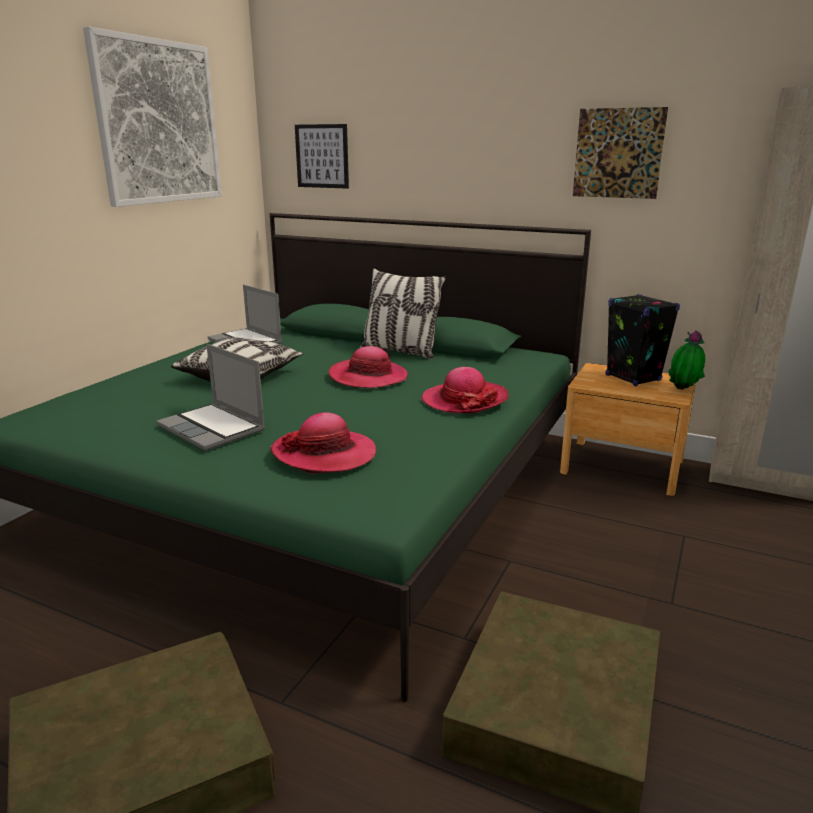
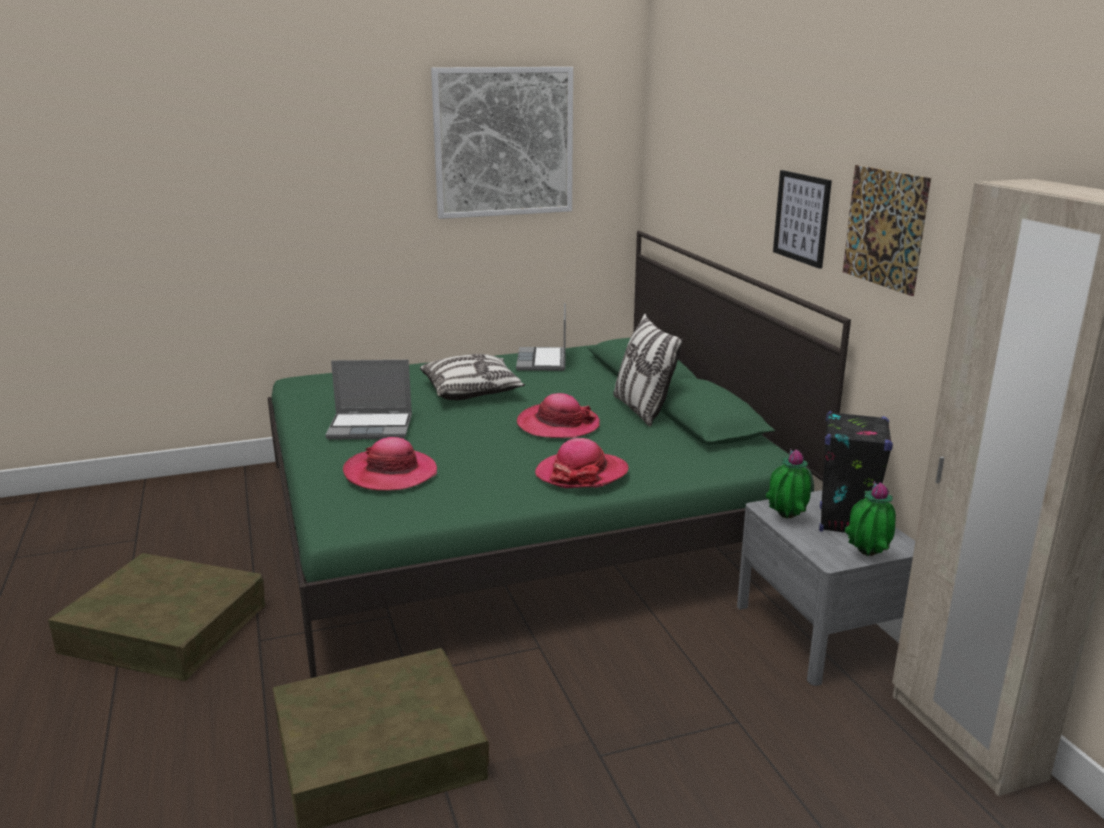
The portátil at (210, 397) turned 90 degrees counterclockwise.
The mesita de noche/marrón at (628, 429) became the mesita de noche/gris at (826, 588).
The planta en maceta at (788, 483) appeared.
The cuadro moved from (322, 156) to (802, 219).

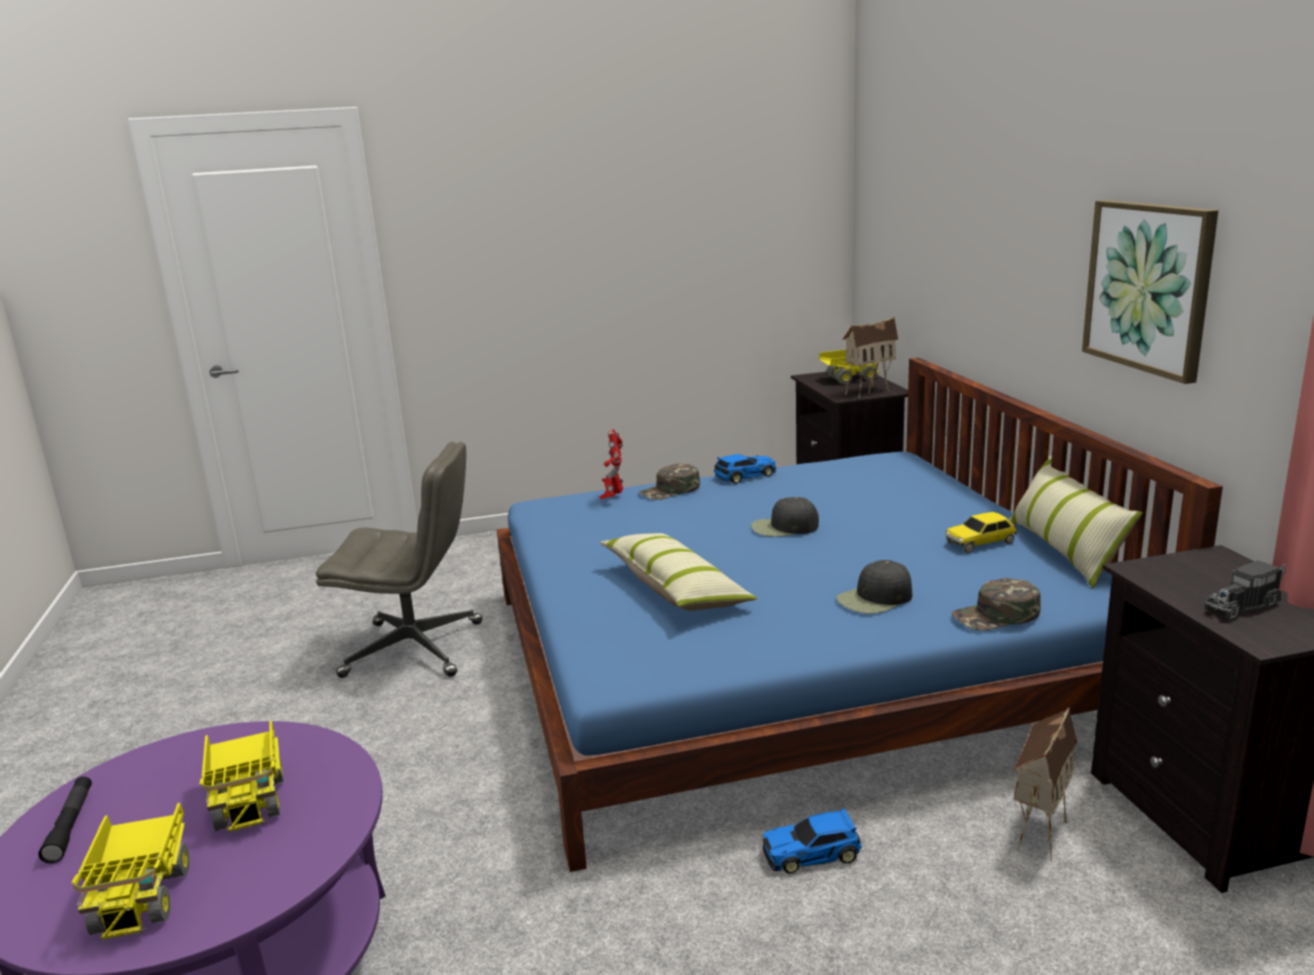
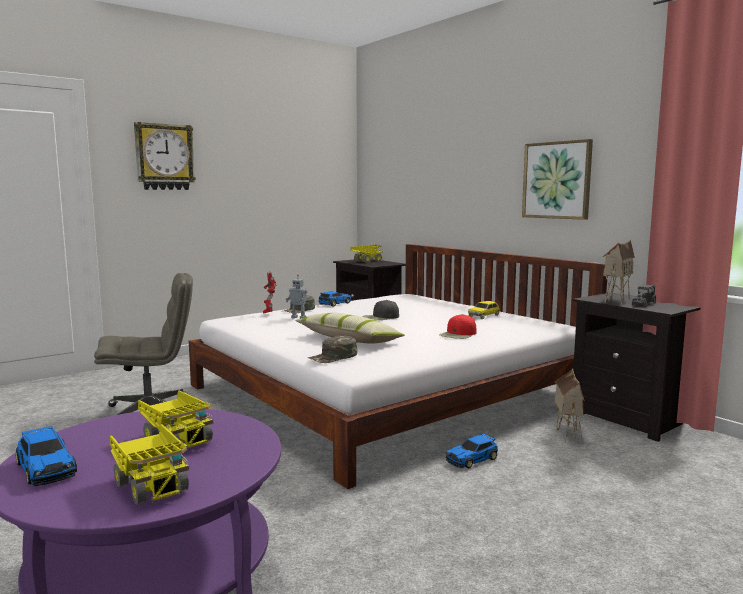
The linterna/negro at (65, 820) was replaced by the coche de juguete at (46, 456).
The reloj de pared at (165, 156) appeared.
The cama/azul at (860, 615) became the cama/blanco at (398, 366).
The robot de juguete at (296, 296) appeared.
The gorra/verde moved from (996, 604) to (332, 349).
The gorra/negro at (874, 587) became the gorra/rojo at (457, 326).
The casita moved from (870, 357) to (619, 272).
The cojín at (1076, 521) disappeared.

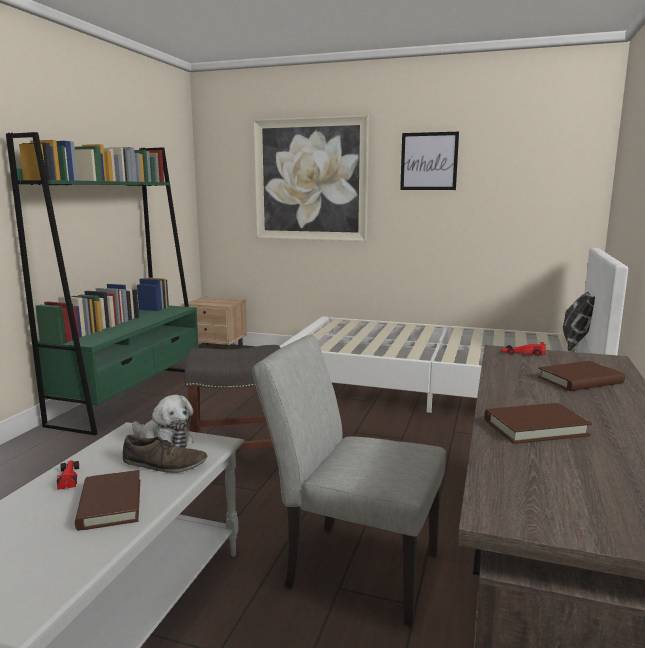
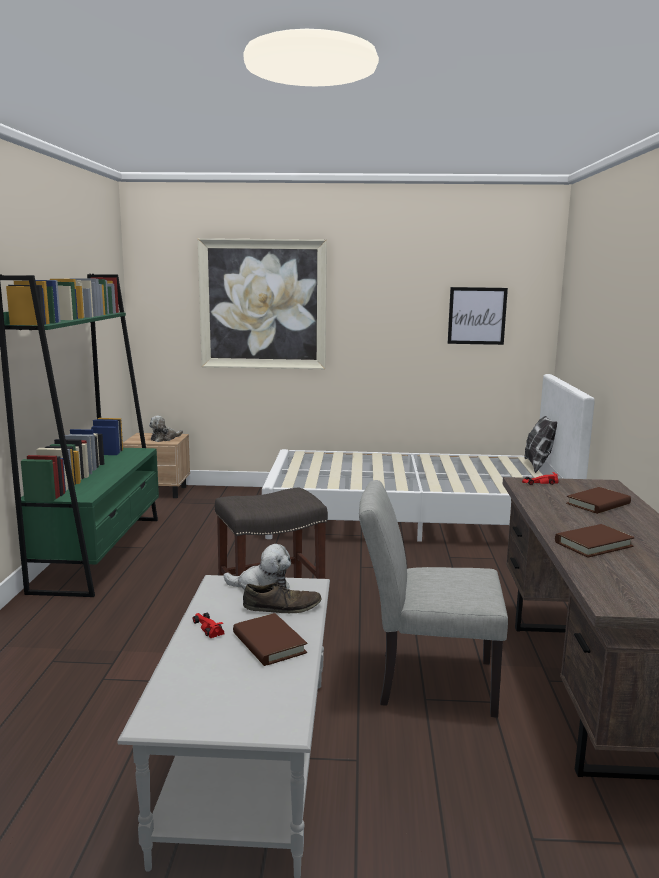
The peluche at (166, 429) appeared.
The cuadro moved from (429, 161) to (478, 316).

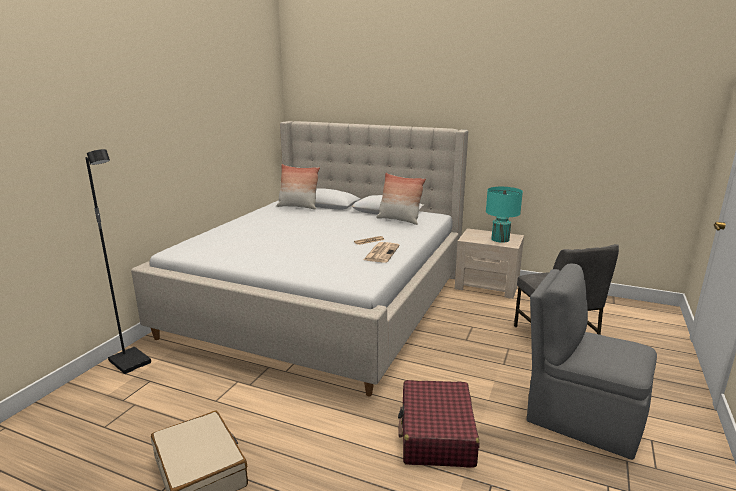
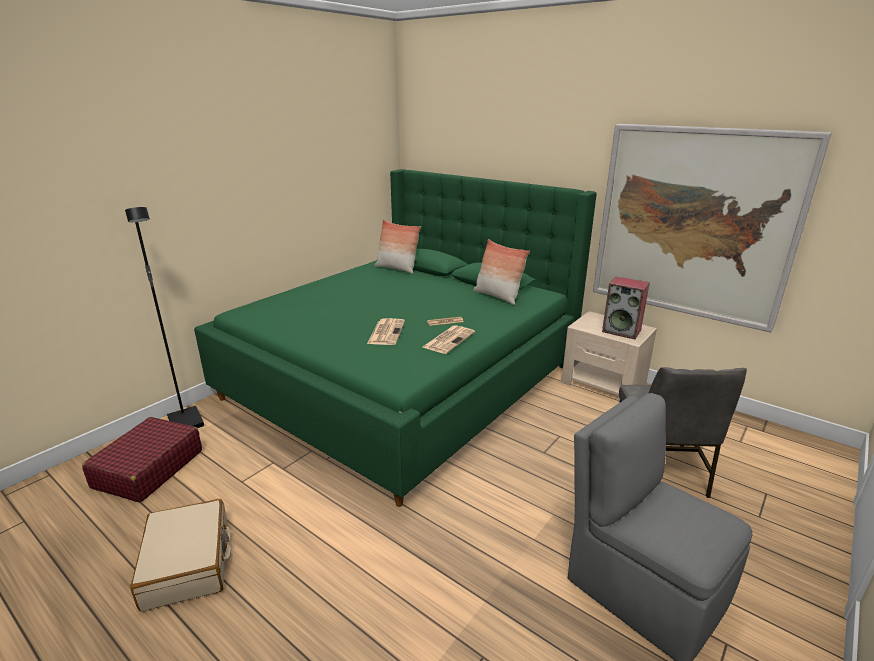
The maleta/rojo moved from (438, 424) to (142, 460).
The cama/beis at (299, 258) became the cama/verde at (395, 338).
The periódico at (386, 331) appeared.
The cuadro at (712, 228) appeared.
The lámpara de mesa/turquesa at (504, 215) was replaced by the altavoz at (626, 308).

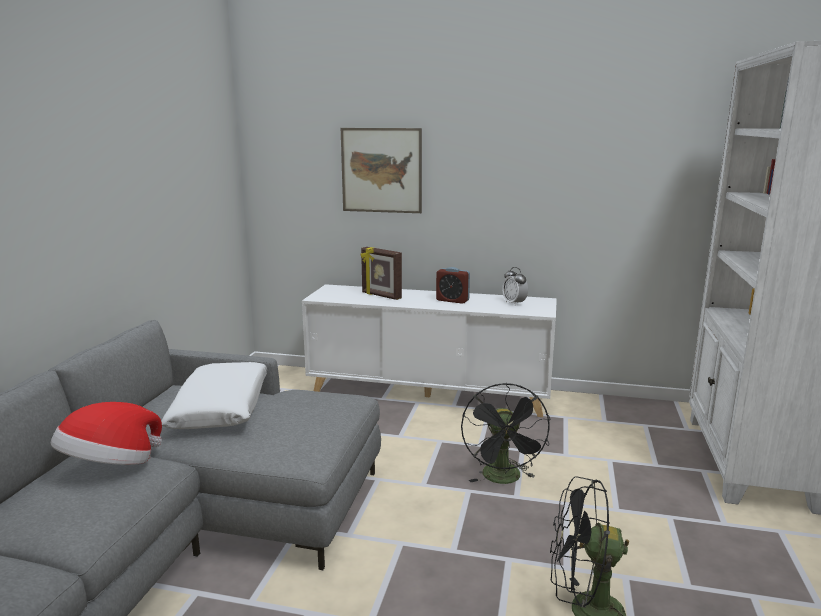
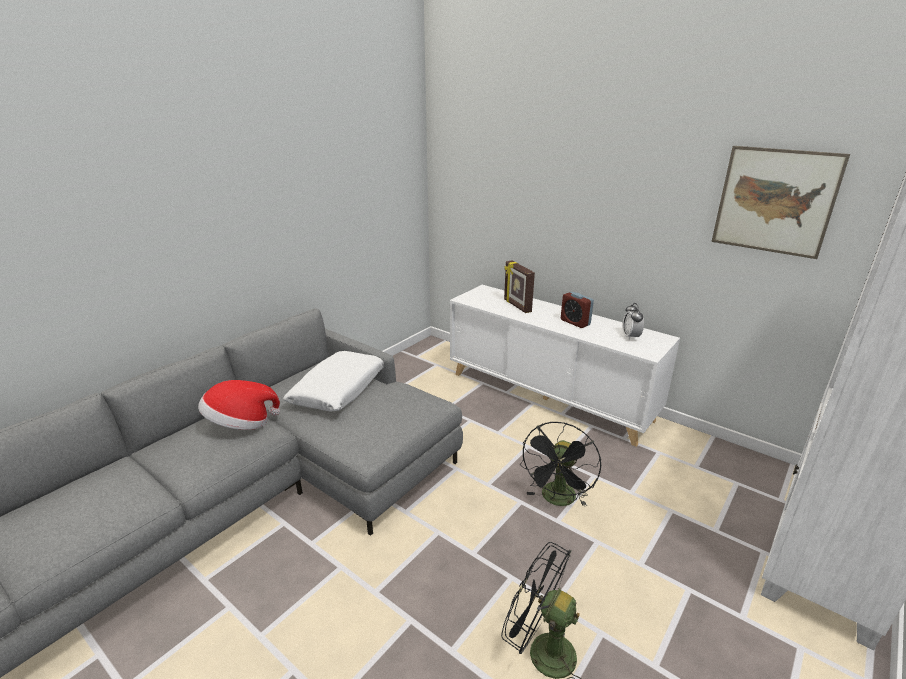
The cuadro moved from (381, 170) to (780, 202).

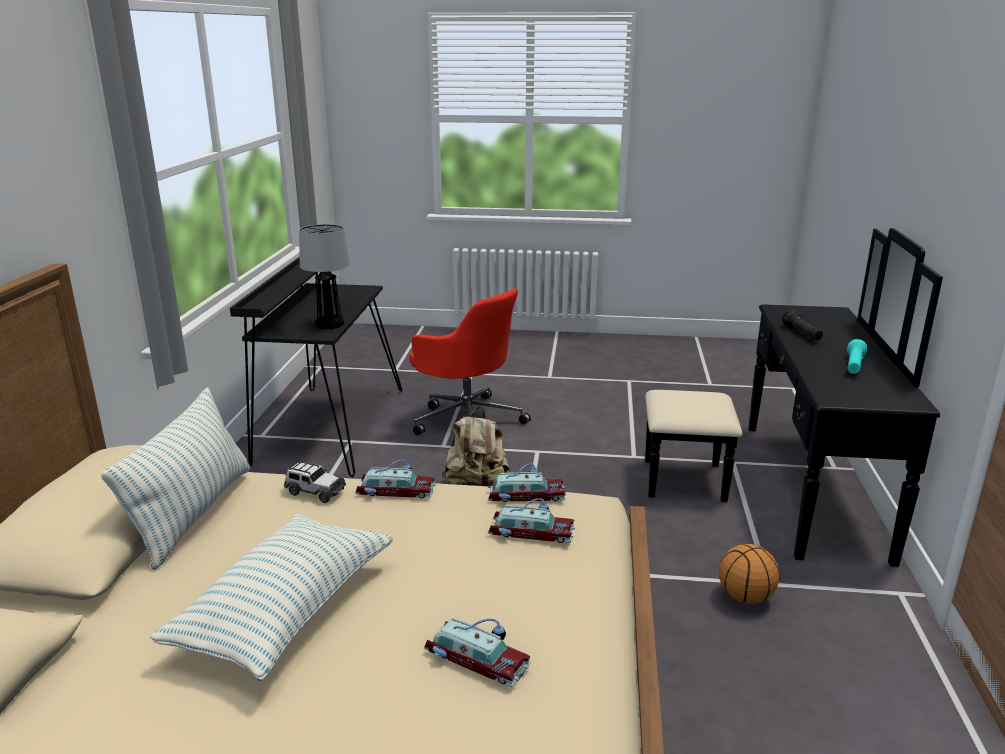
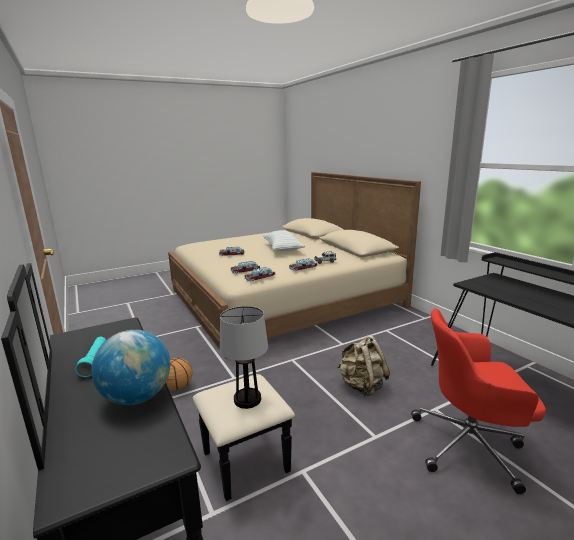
The linterna/negro at (802, 325) was replaced by the globo terráqueo at (130, 367).
The lámpara de mesa moved from (324, 276) to (244, 357).
The cojín at (175, 478) disappeared.

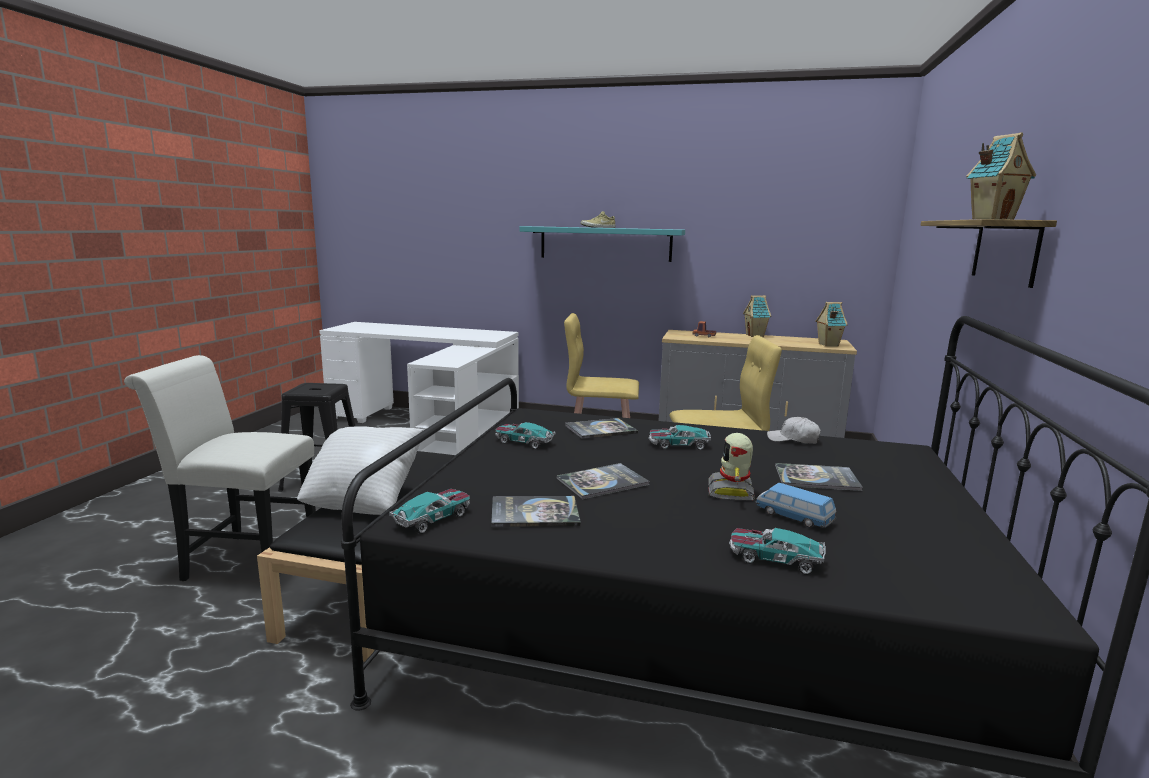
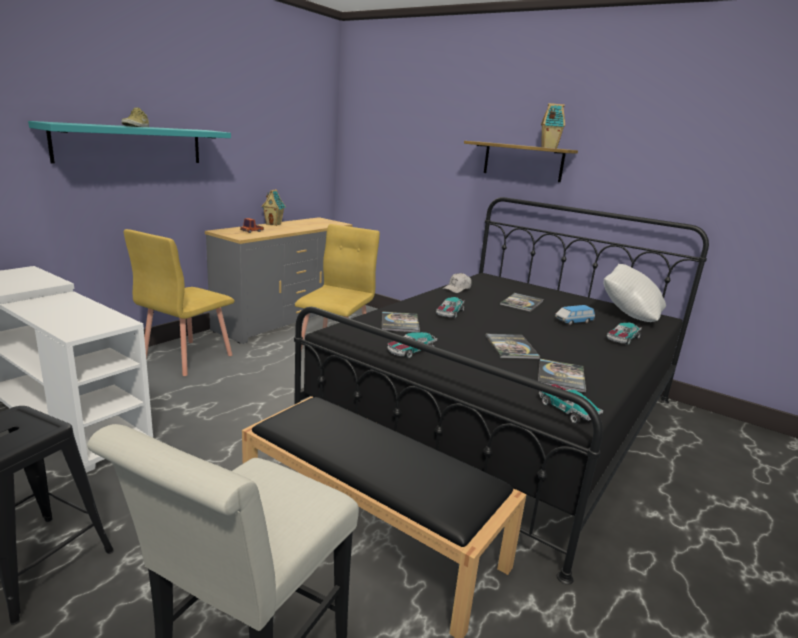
The cojín/blanco moved from (360, 470) to (634, 293).
The robot de juguete at (731, 467) disappeared.
The casita at (831, 324) disappeared.

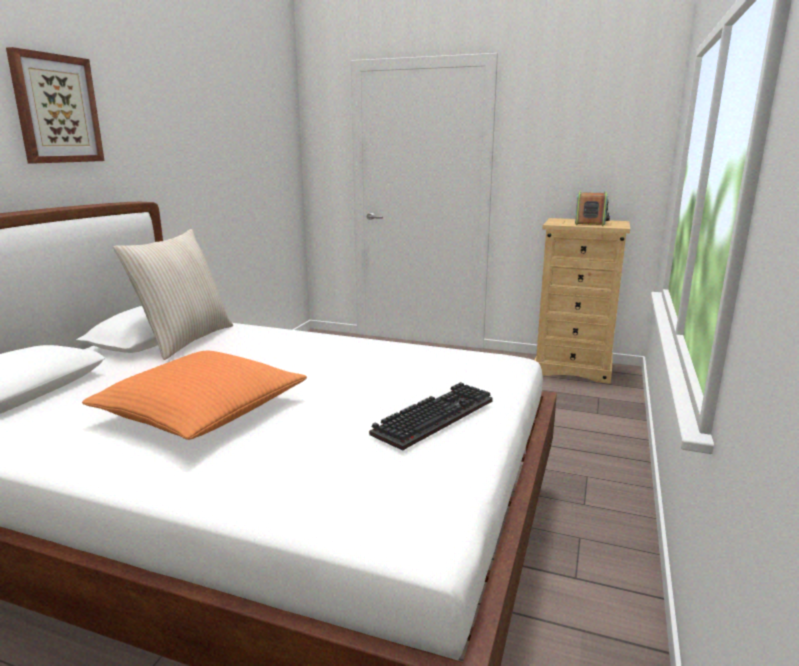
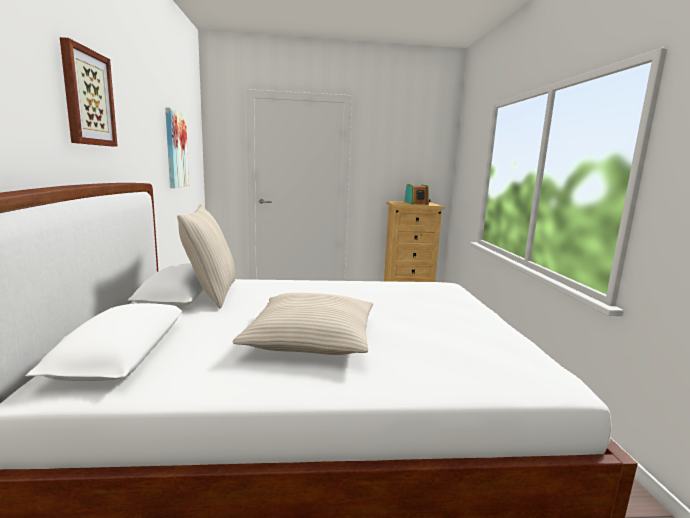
The cuadro at (177, 147) appeared.
The cojín/naranja at (194, 395) became the cojín/beis at (303, 324).
The teclado at (431, 416) disappeared.

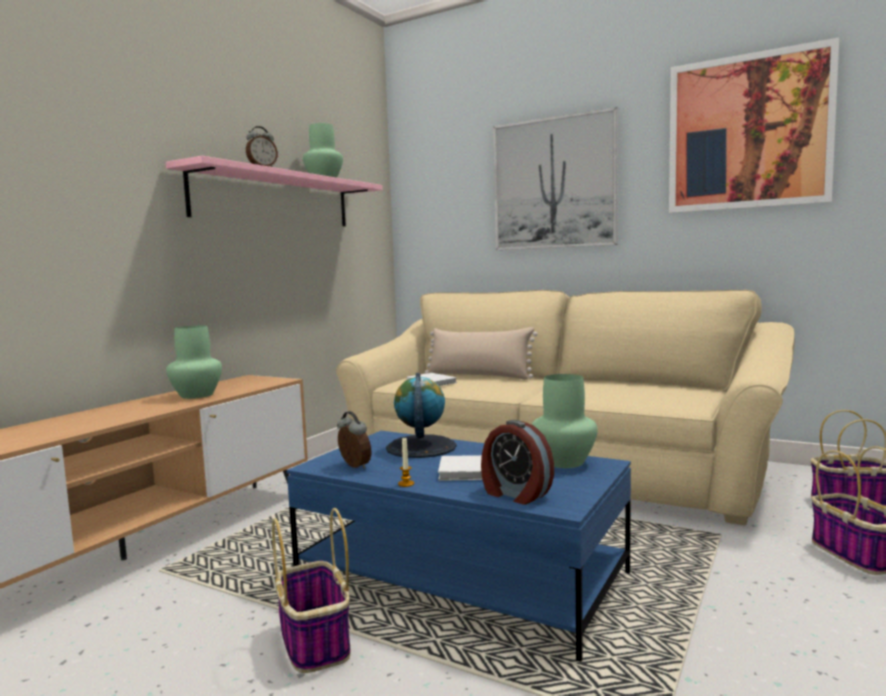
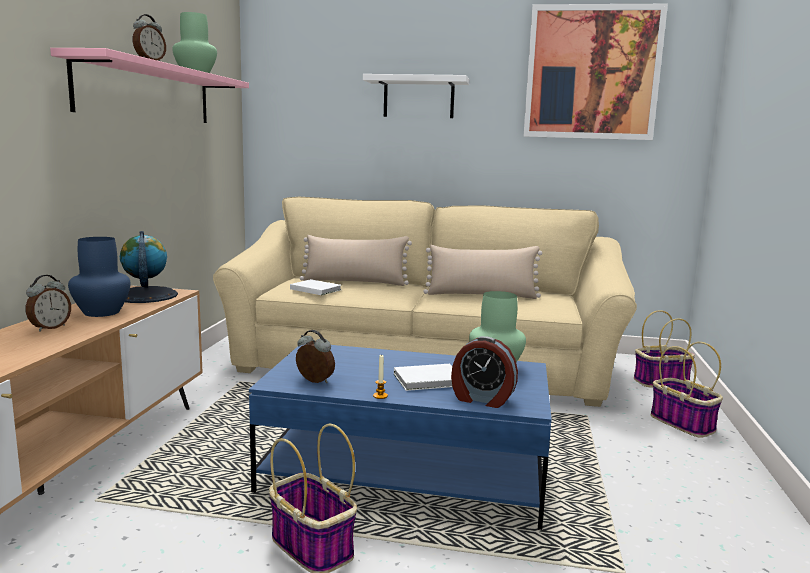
The despertador at (48, 303) appeared.
The florero/verde at (194, 362) became the florero/azul at (99, 277).
The globo terráqueo moved from (421, 415) to (149, 267).
The cuadro at (555, 178) was replaced by the estante/blanco at (416, 96).
The cojín/beis at (482, 272) appeared.

